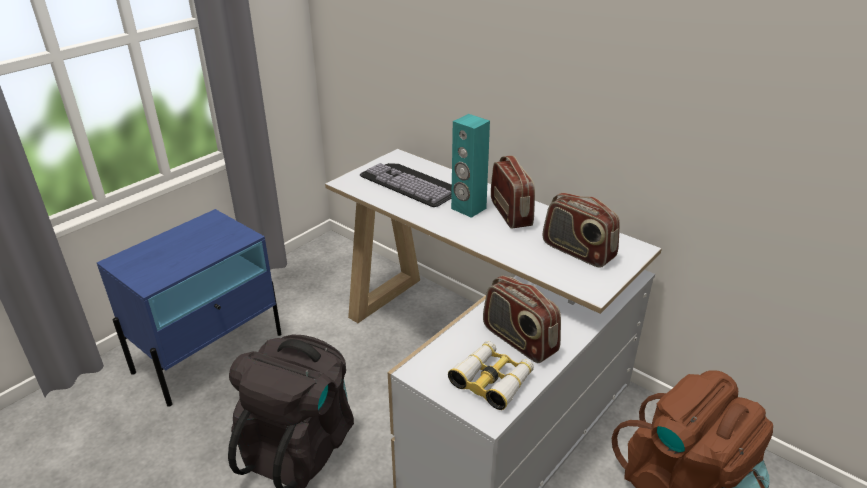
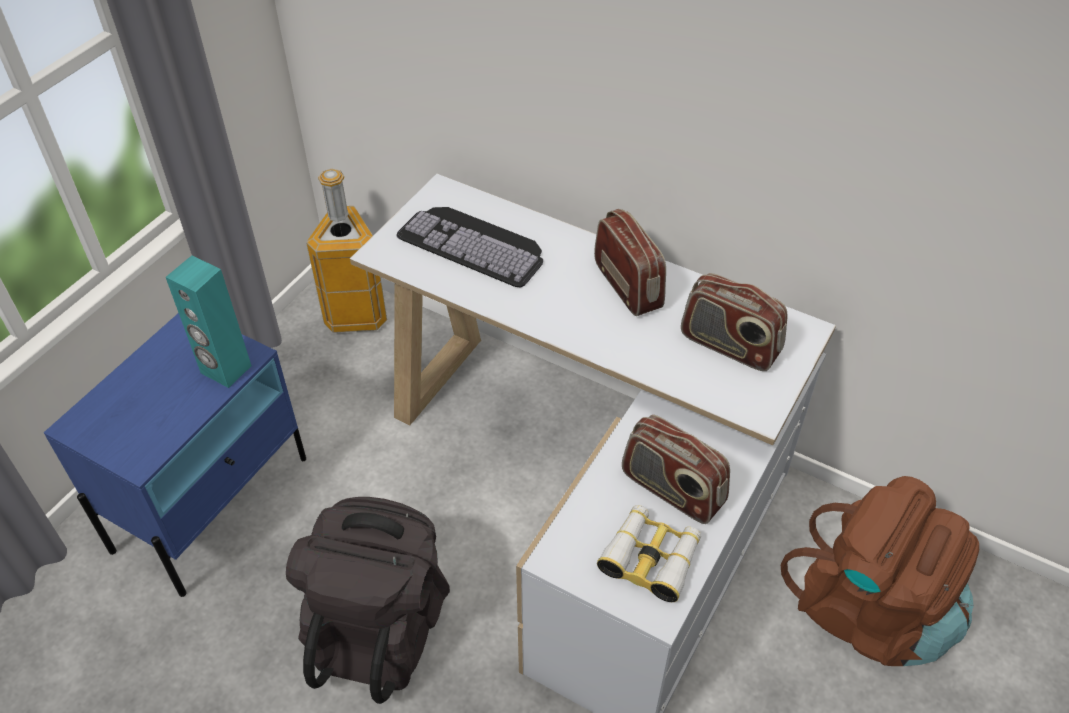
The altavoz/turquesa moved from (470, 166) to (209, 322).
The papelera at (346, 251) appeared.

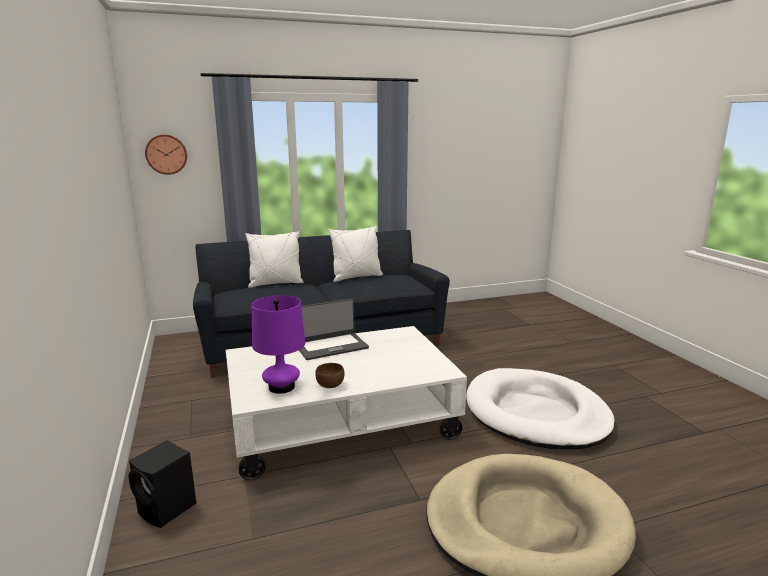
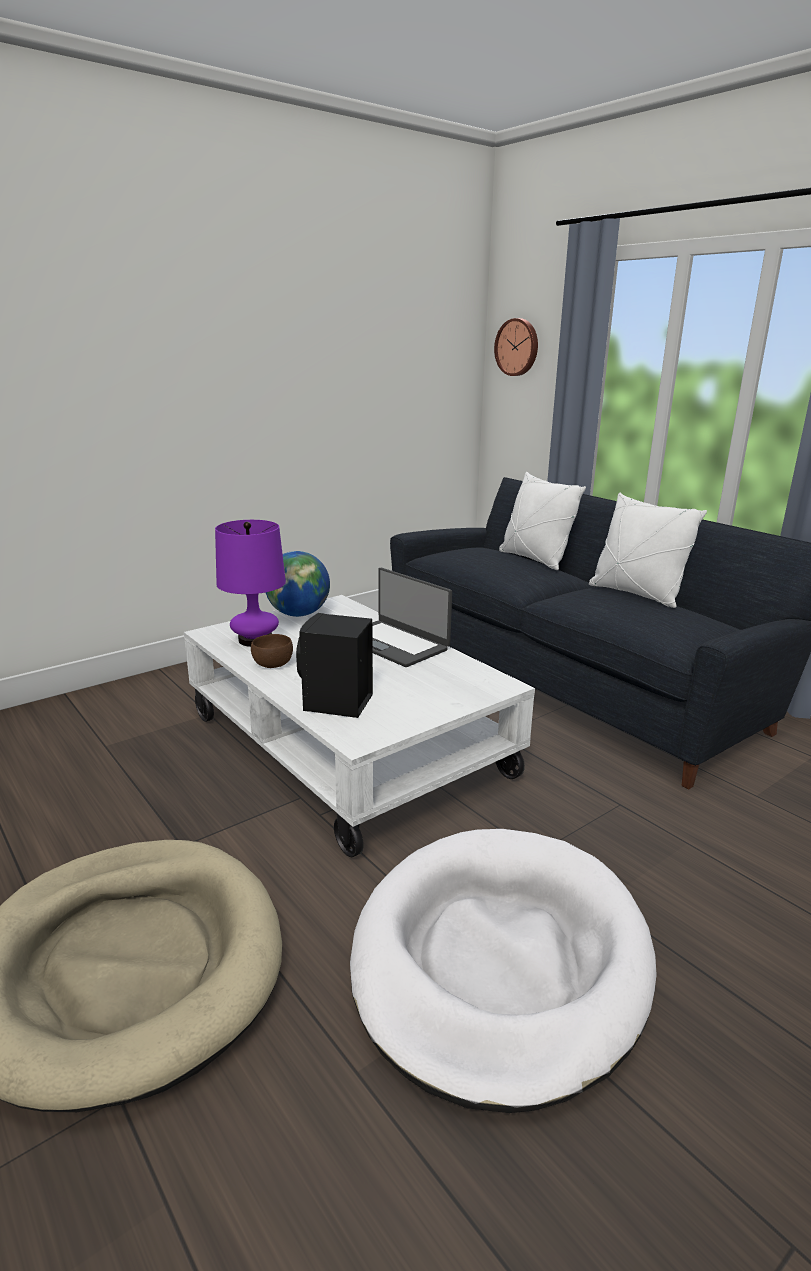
The globo terráqueo at (298, 584) appeared.
The altavoz/negro moved from (162, 484) to (334, 665).

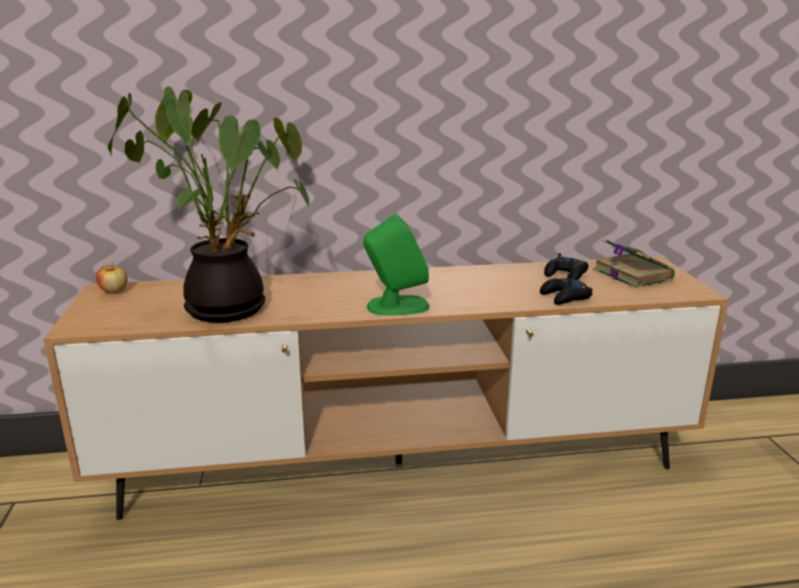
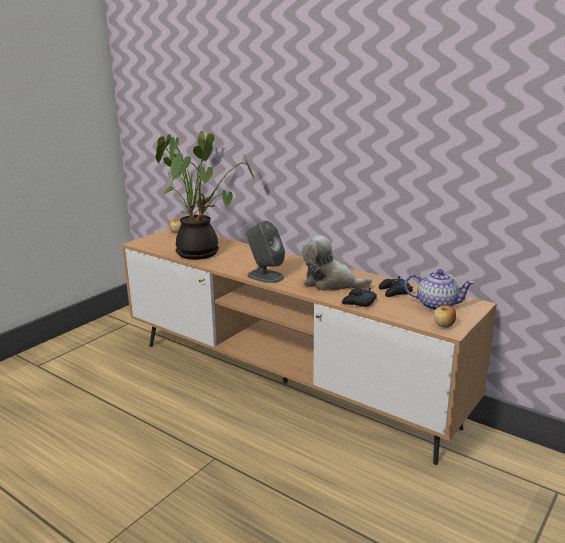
The altavoz/verde at (396, 264) became the altavoz/gris at (265, 251).
The peluche at (337, 263) appeared.
The libro at (634, 262) was replaced by the tetera at (440, 290).
The manzana at (444, 316) appeared.

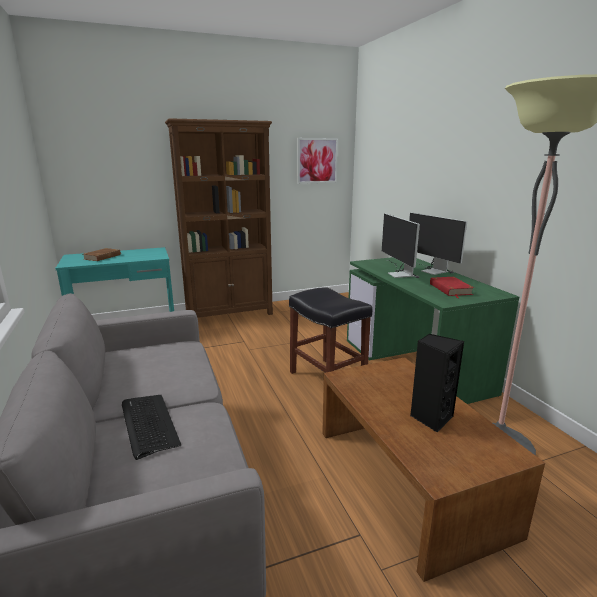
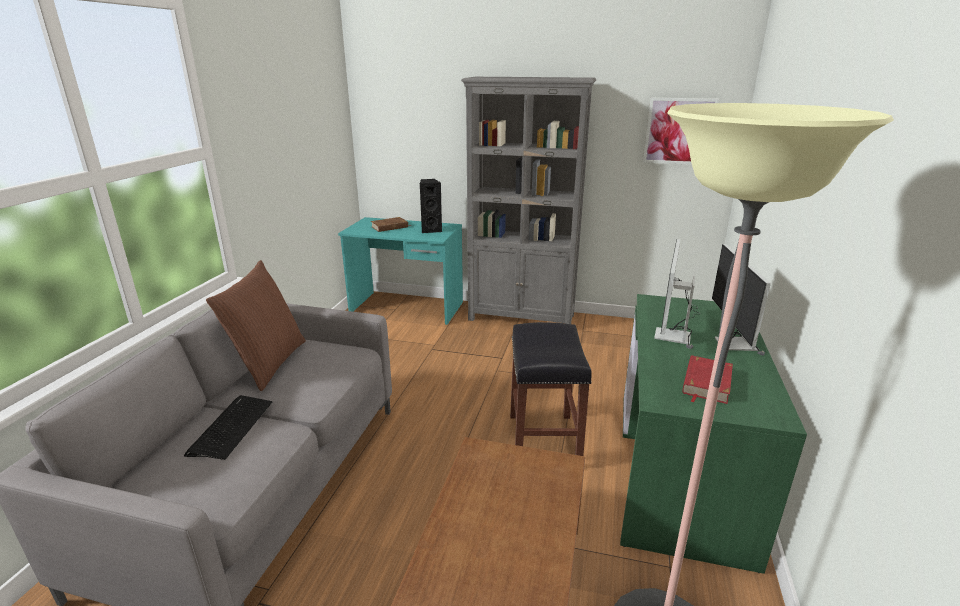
The cojín/marrón at (256, 325) appeared.
The altavoz/negro moved from (437, 383) to (431, 206).
The estantería/marrón at (219, 218) became the estantería/gris at (528, 200).

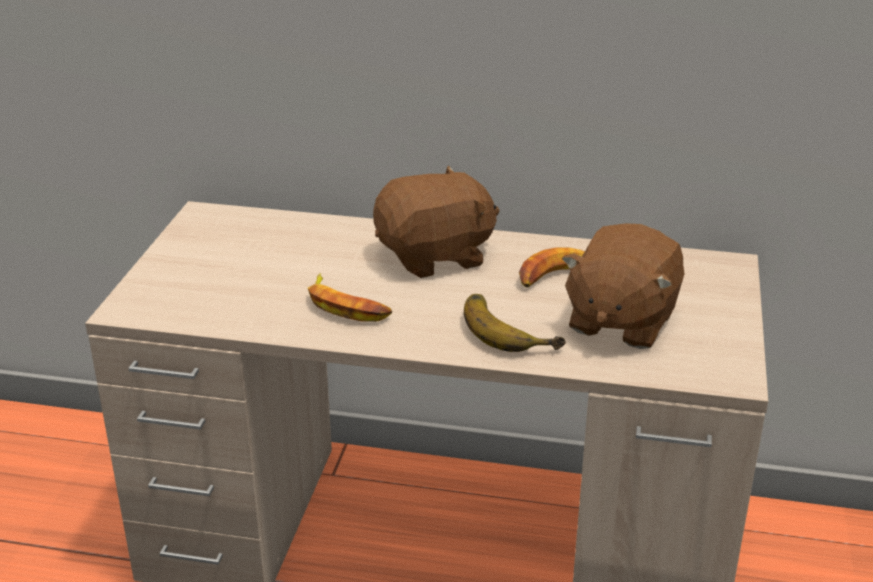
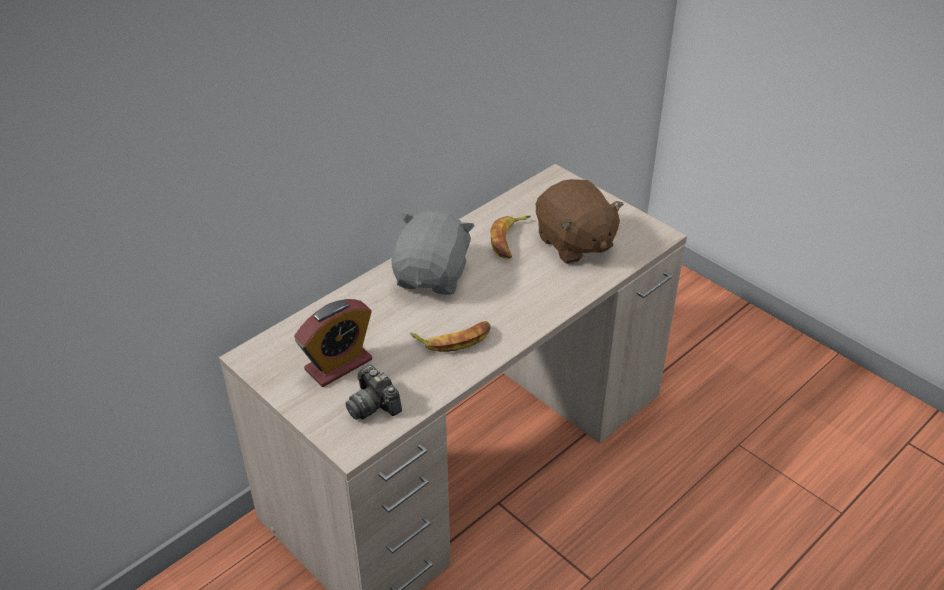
The despertador at (333, 343) appeared.
The cámara at (374, 392) appeared.
The peluche/marrón at (436, 221) became the peluche/gris at (432, 253).
The plátano at (515, 323) disappeared.

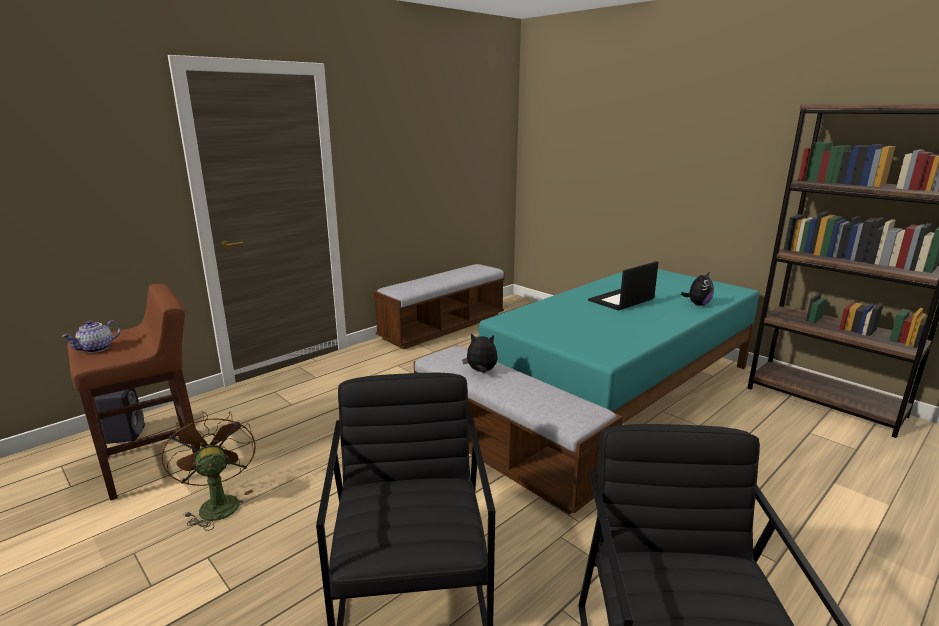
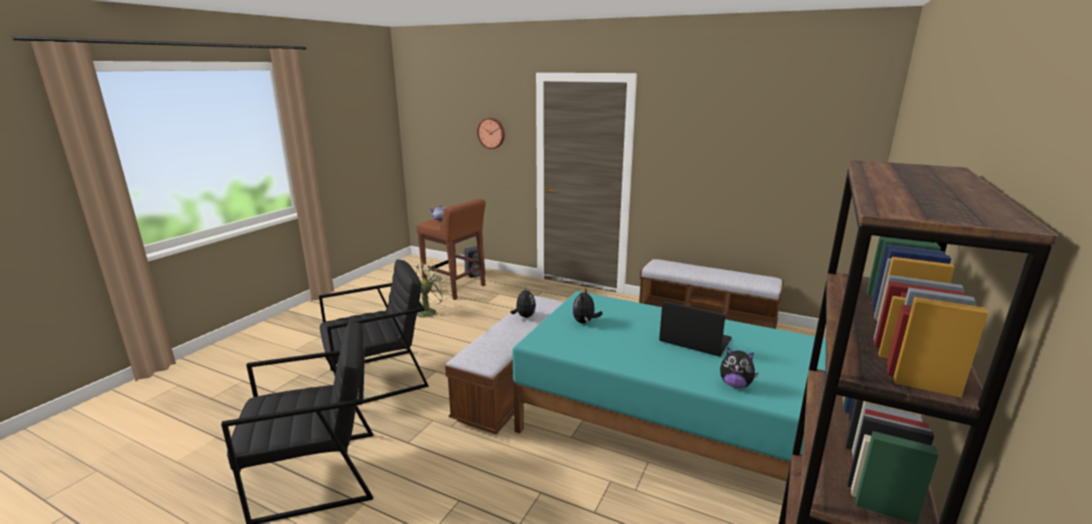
The ventilador/marrón at (208, 471) became the ventilador/verde at (432, 289).
The reloj de pared at (491, 133) appeared.
The peluche at (587, 305) appeared.

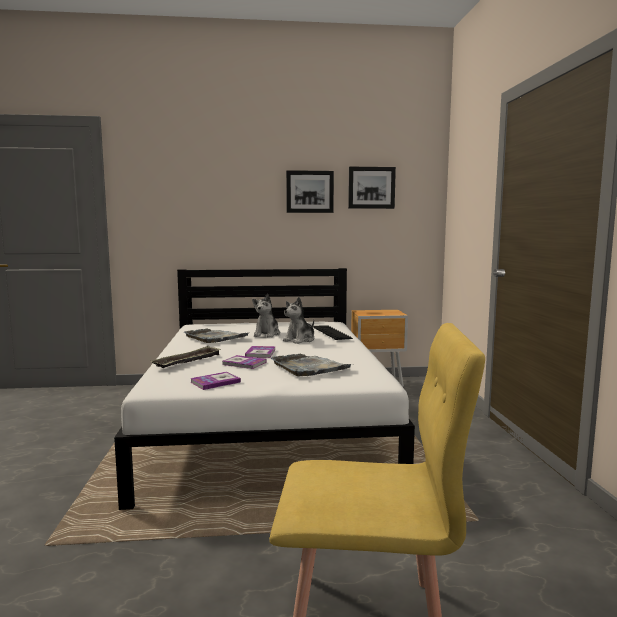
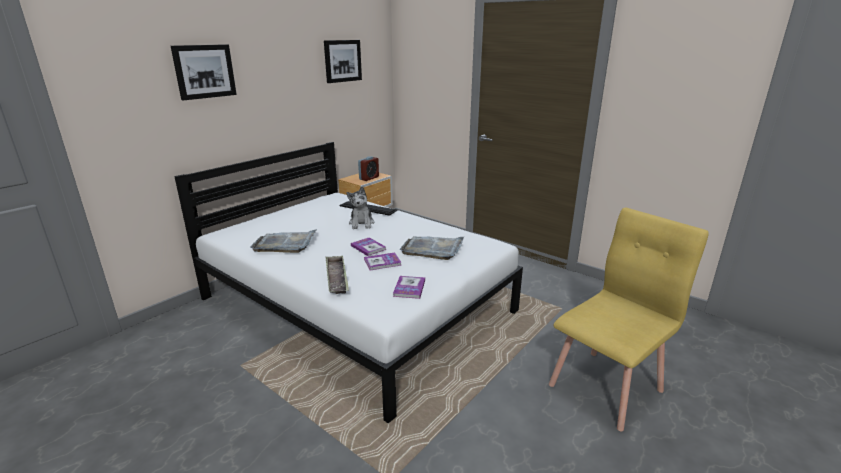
The cuadro moved from (310, 191) to (204, 72).
The despertador at (368, 168) appeared.
The peluche at (266, 316) disappeared.

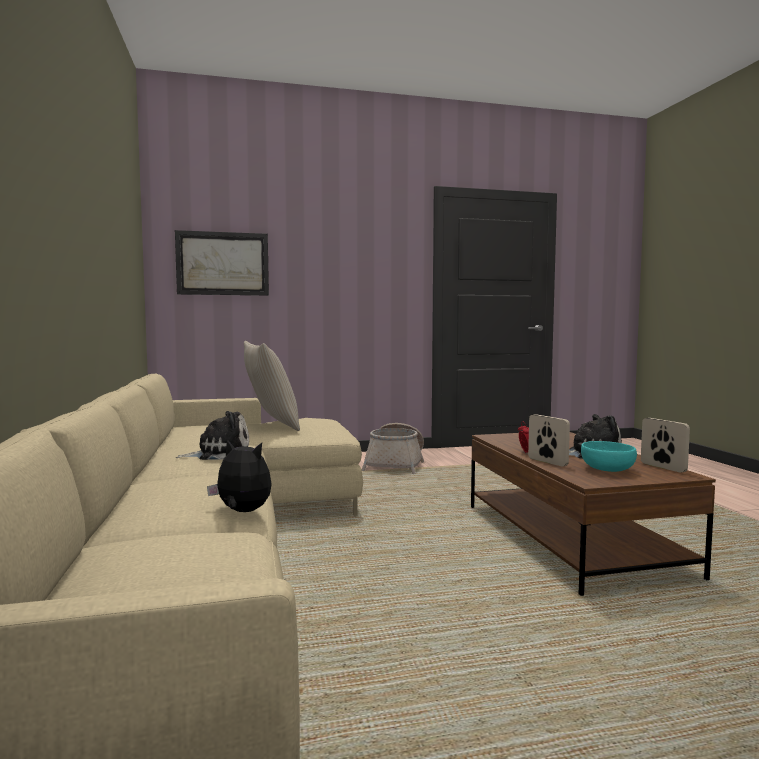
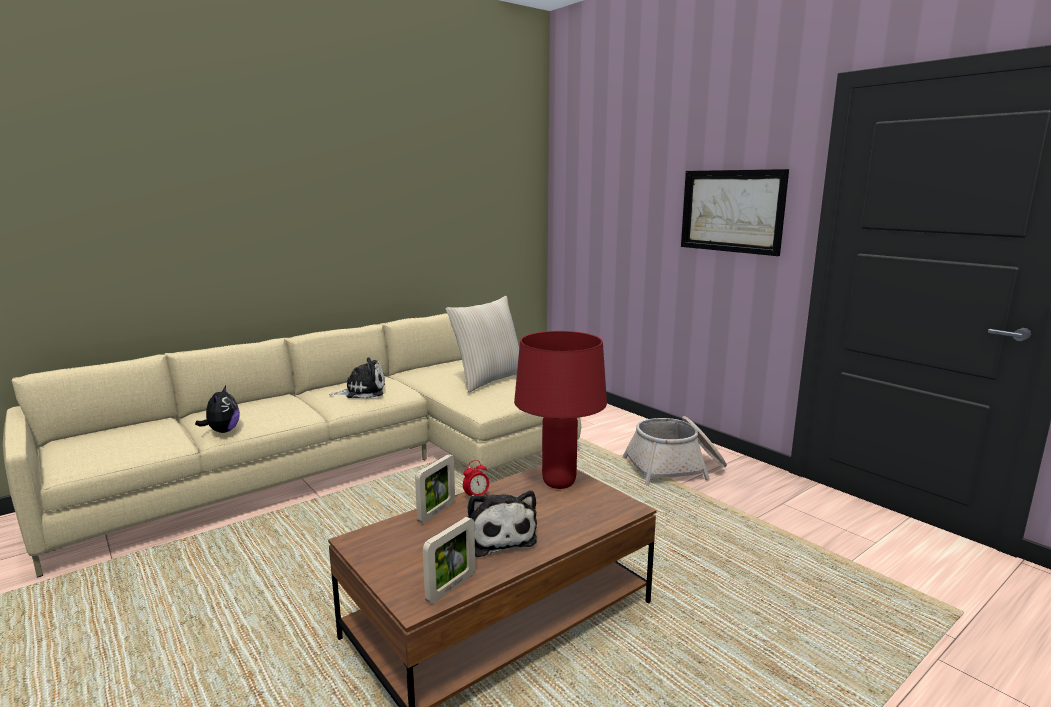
The peluche at (212, 435) turned 60 degrees counterclockwise.
The lámpara de mesa/rojo at (560, 410) appeared.
The cuadro moved from (222, 263) to (735, 212).
The cuenco/turquesa at (609, 456) disappeared.

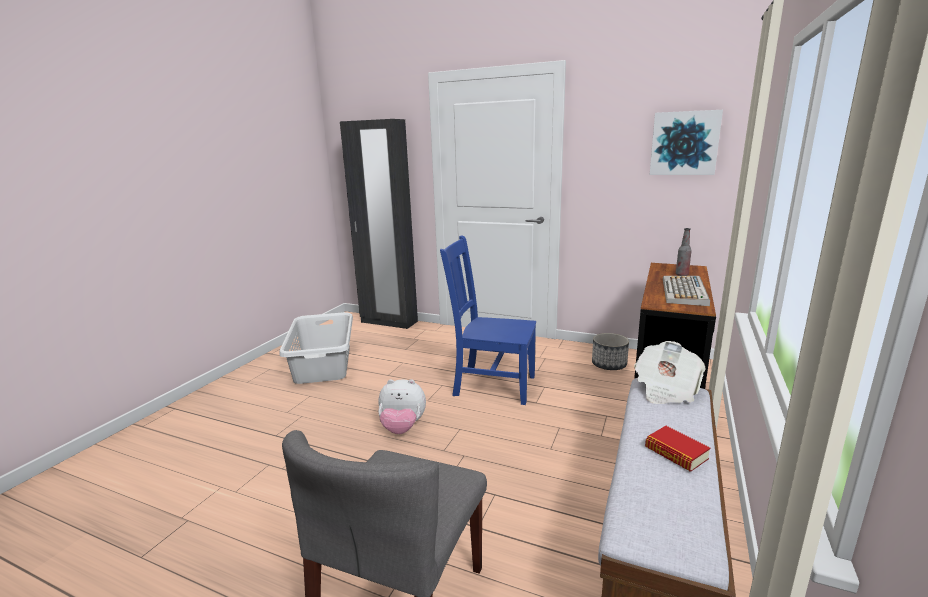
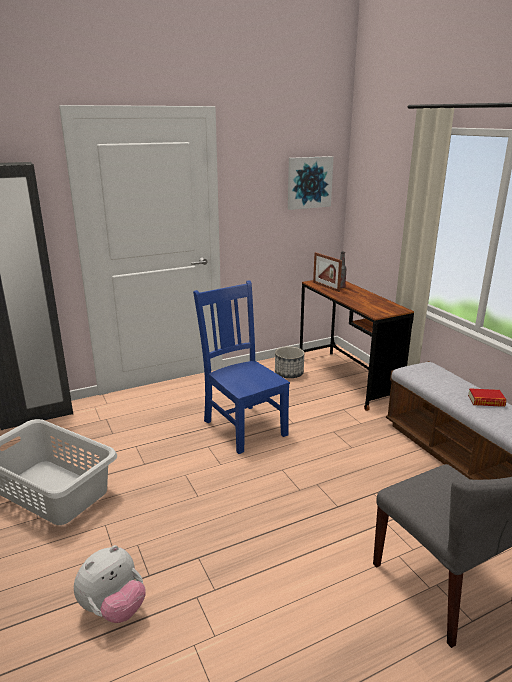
The peluche moved from (402, 406) to (110, 584).
The silla/azul at (488, 320) turned 90 degrees clockwise.
The portarretratos at (327, 272) appeared.
The periódico at (670, 372) disappeared.
The teclado at (686, 291) disappeared.

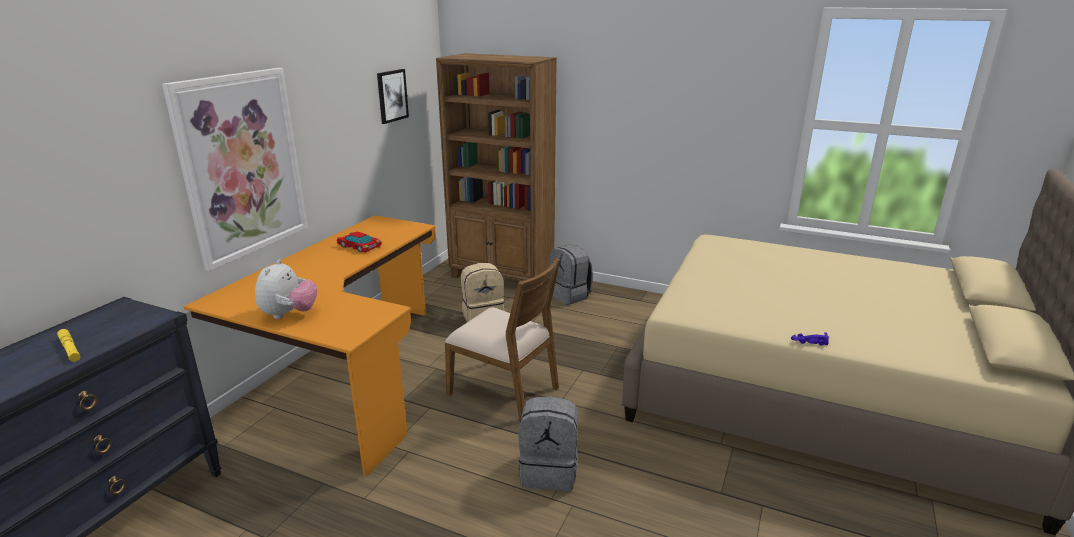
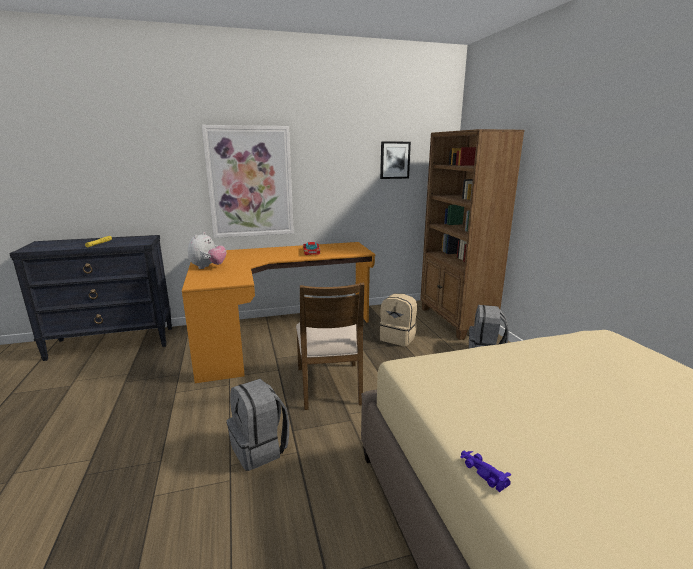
The peluche at (286, 289) turned 45 degrees counterclockwise.

